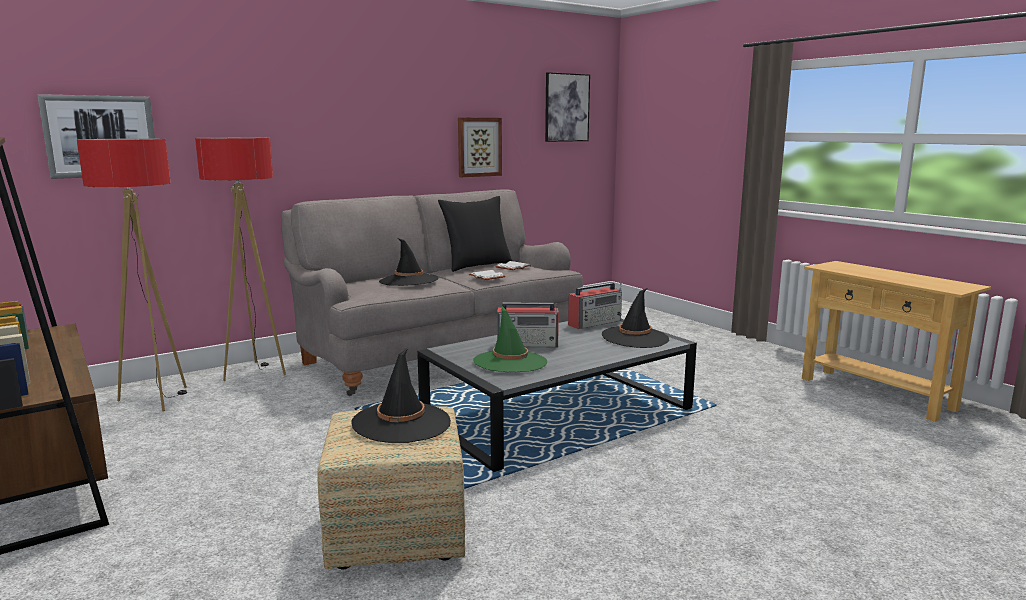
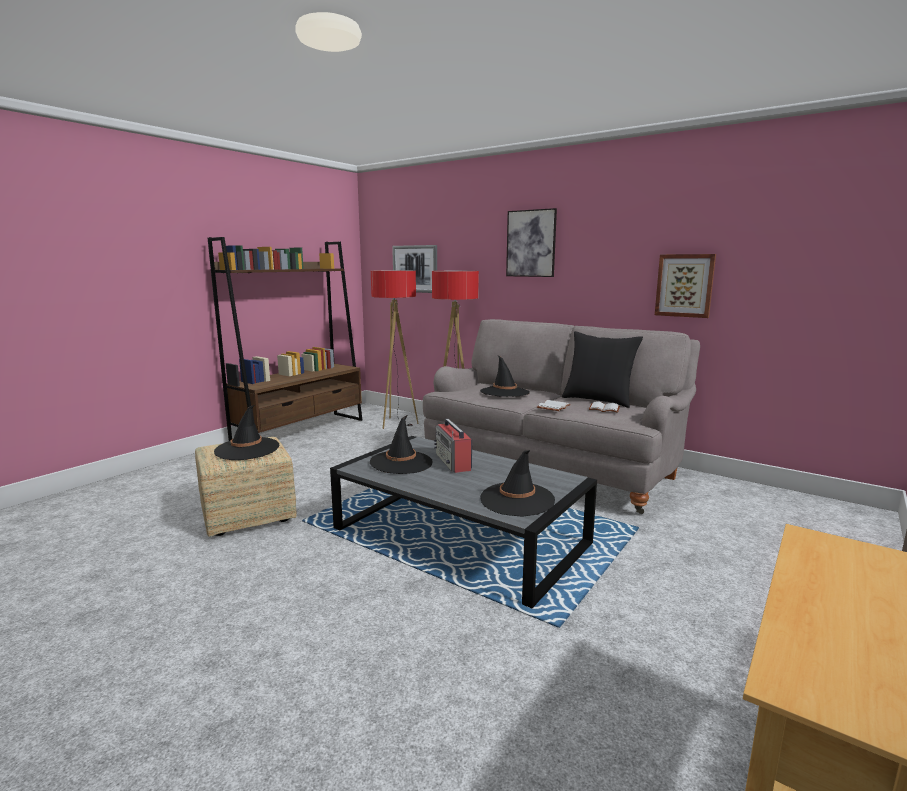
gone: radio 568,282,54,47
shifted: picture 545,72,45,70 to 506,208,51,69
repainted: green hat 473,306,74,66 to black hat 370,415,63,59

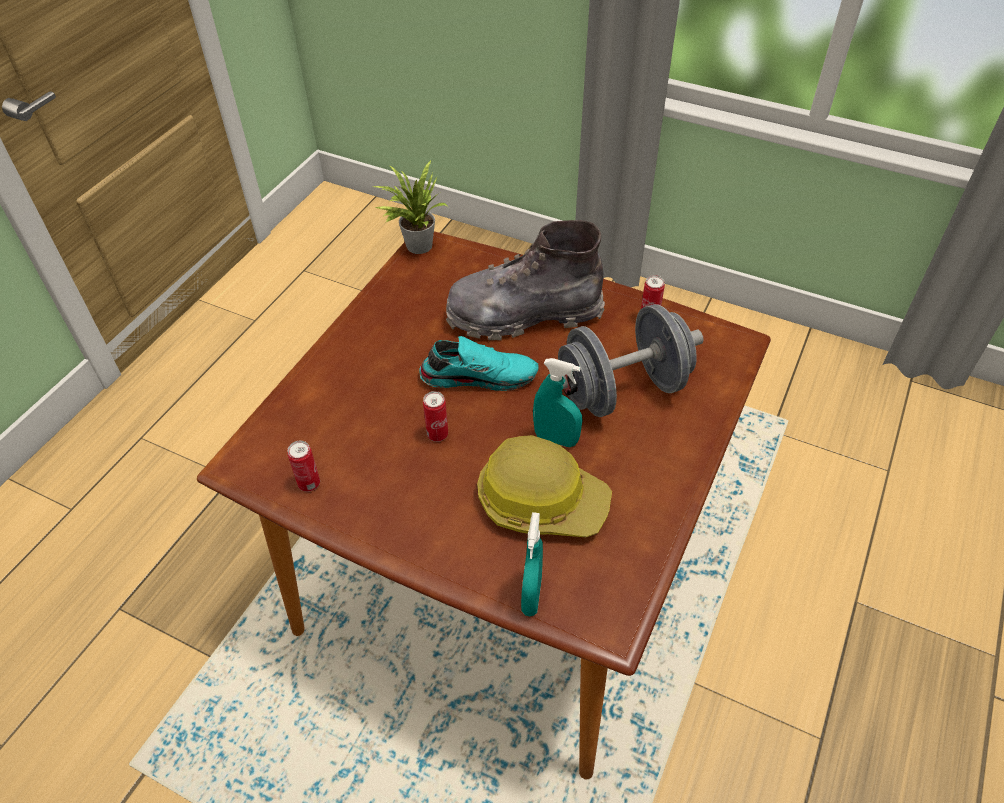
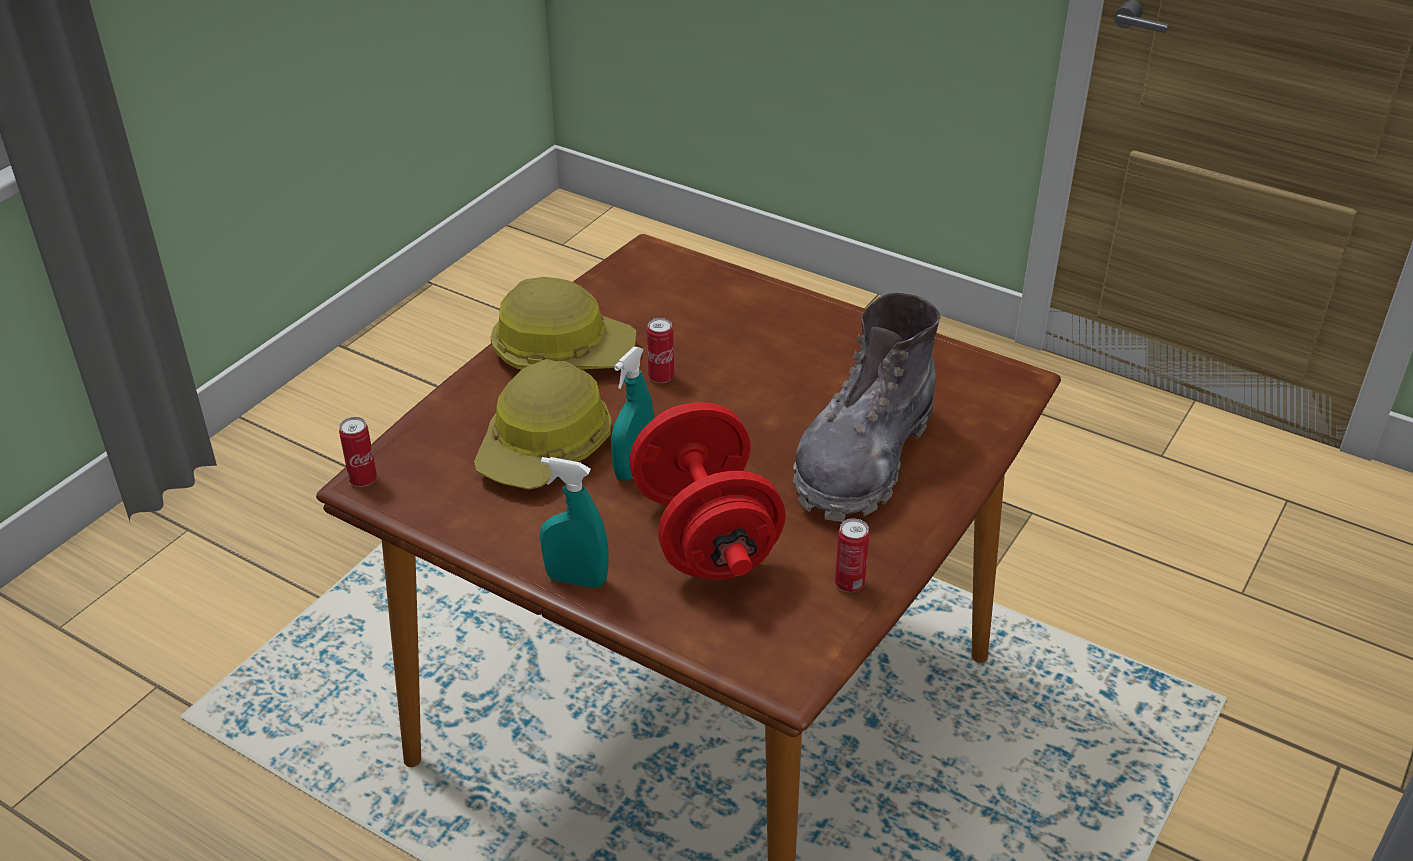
gone: potted plant 374,160,73,94; turquoise shoe 419,336,120,55
new: hard hat 491,277,146,92
shifted: can 287,441,33,51 to 339,417,38,70; turquoise spray bottle 521,512,22,104 to 540,457,68,131
repainted: grey dumbbell 558,304,146,113 to red dumbbell 629,402,157,177
rotated: grey boot 446,220,159,120 = 793,293,148,229 150 degrees counterclockwise

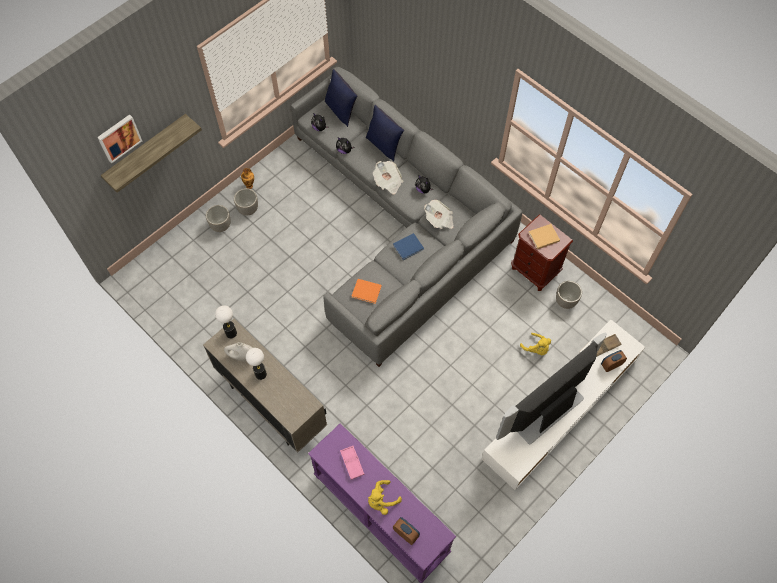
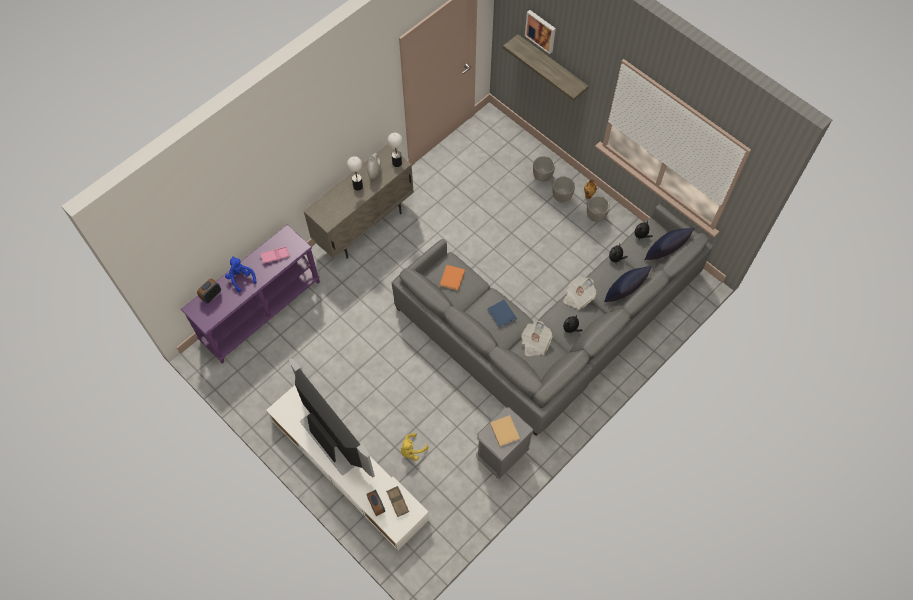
shifted: planter 556,281,26,28 to 587,196,23,26
repainted: yellow plush toy 368,480,34,35 to blue plush toy 225,256,32,36; brown nightstand 511,215,62,76 to grey nightstand 476,407,58,72

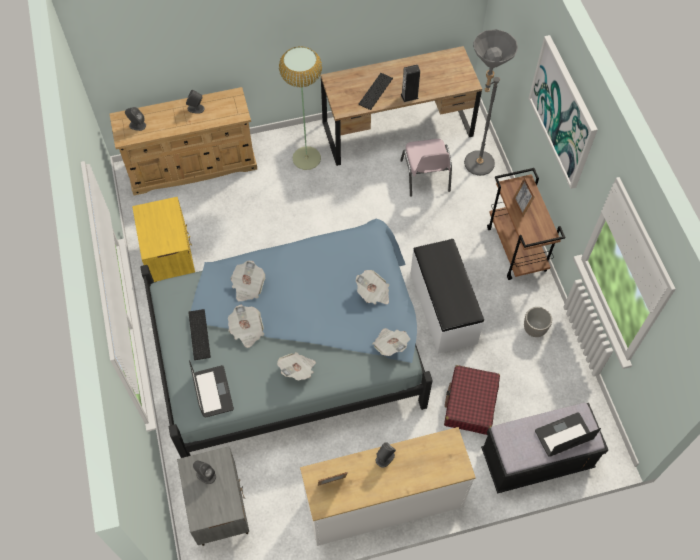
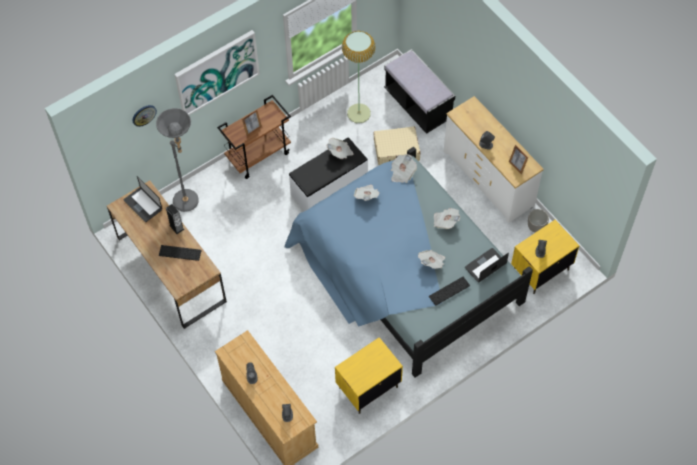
gone: pink chair 400,139,52,58
new: wall clock 132,105,25,22
shifted: laptop 535,412,66,45 to 124,176,38,46; newspaper 231,261,34,40 to 326,138,28,21; floor lamp 279,46,43,124 to 342,31,33,92; planter 524,307,28,30 to 528,209,21,24
repainted: red suitcase 444,365,56,70 to beige suitcase 373,126,47,39; grey nightstand 177,446,72,100 to yellow nightstand 511,220,69,74

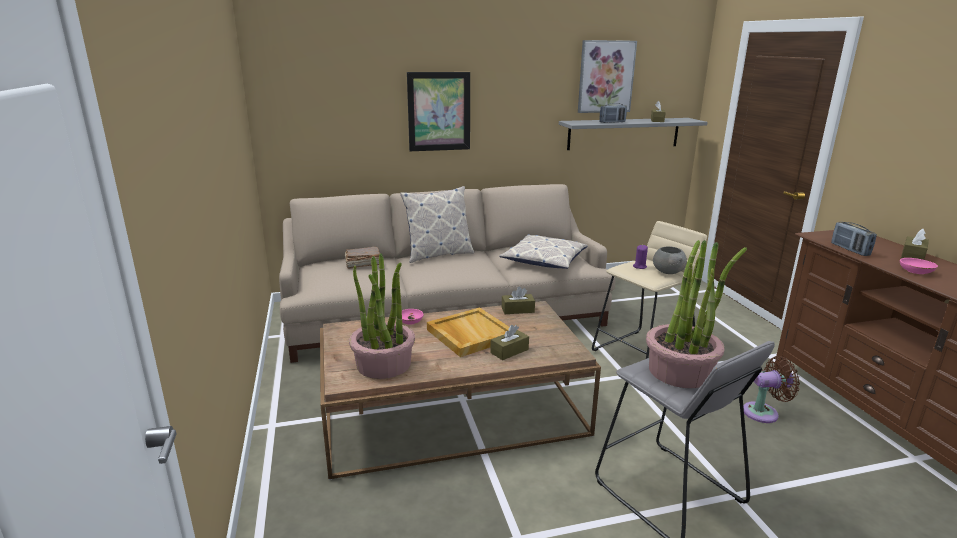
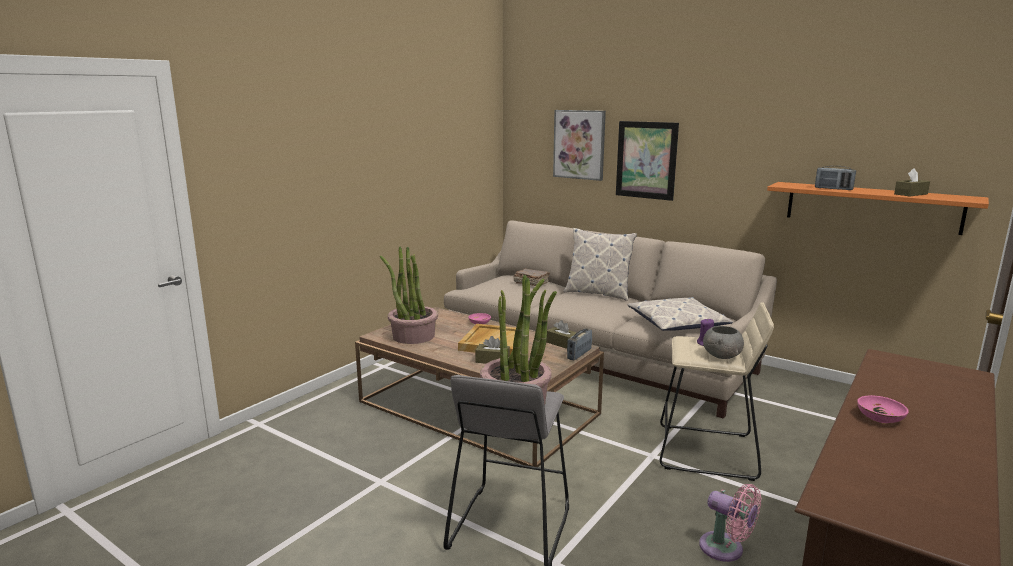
gone: brown tissue box 901,229,28,31
shifted: picture 578,40,59,73 to 553,110,53,71; radio 831,222,46,34 to 567,328,25,32
repainted: brown fan 743,356,57,67 to pink fan 699,484,63,78; grey shelf 559,118,149,32 to orange shelf 767,182,222,53

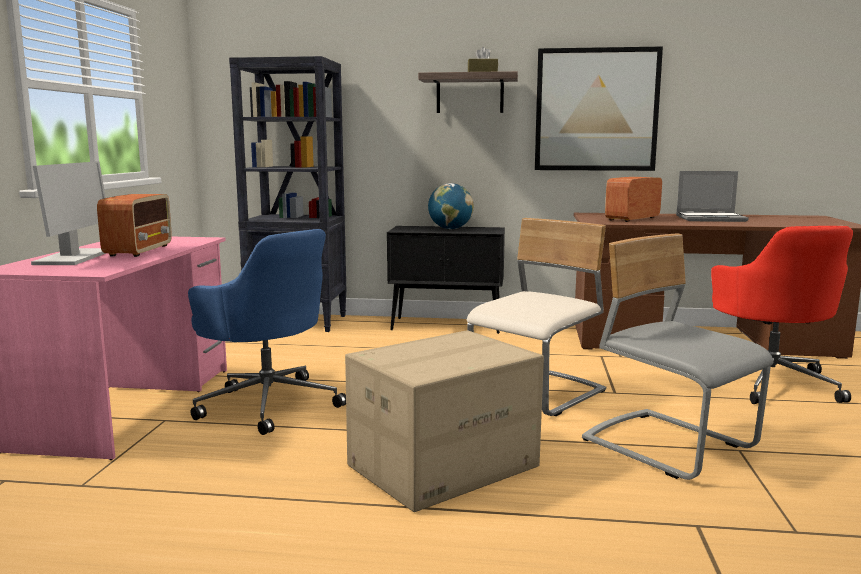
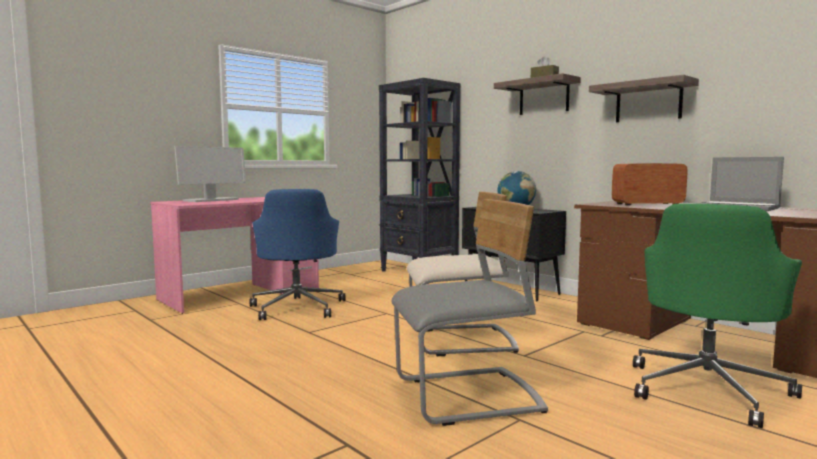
gone: radio 97,194,75,63; cardboard box 345,330,199,182
swapped: picture 535,47,128,124 to shelf 589,75,110,47
repainted: red office chair 711,226,142,178 to green office chair 633,203,169,225
rotated: grey chair 582,233,191,247 = 391,199,157,227 75 degrees clockwise

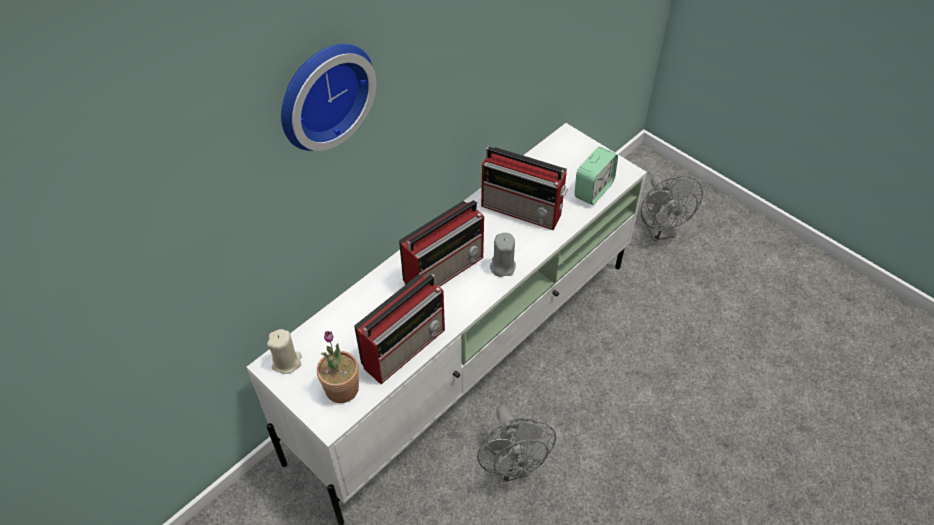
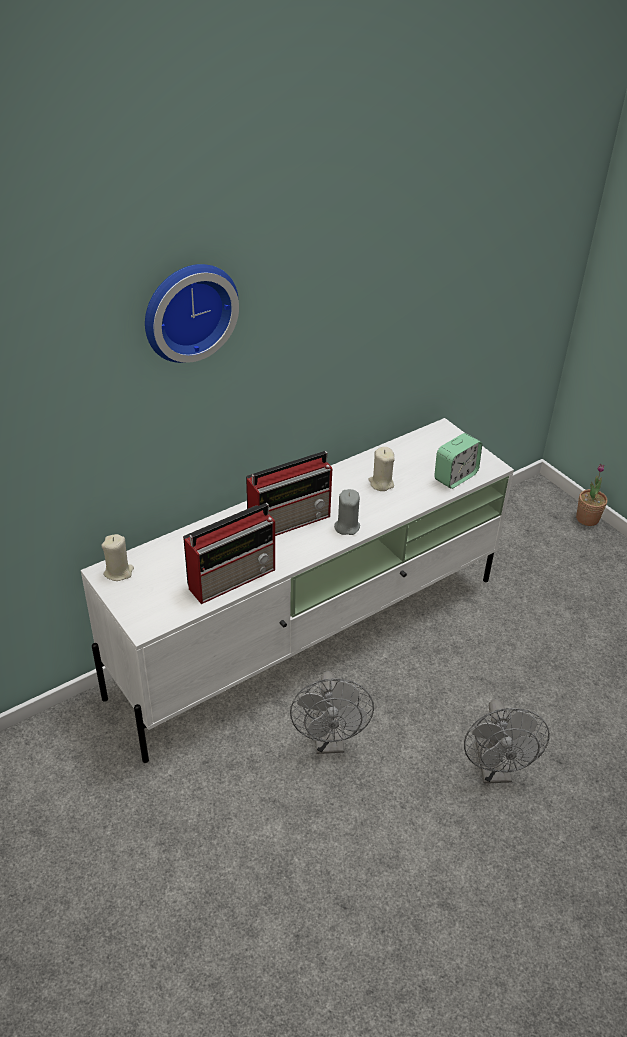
shifted: grey fan 641,176,62,65 to 464,699,86,84; potted plant 317,331,42,72 to 576,464,31,62
swapped: radio 481,147,87,83 to beige candle 368,447,27,44

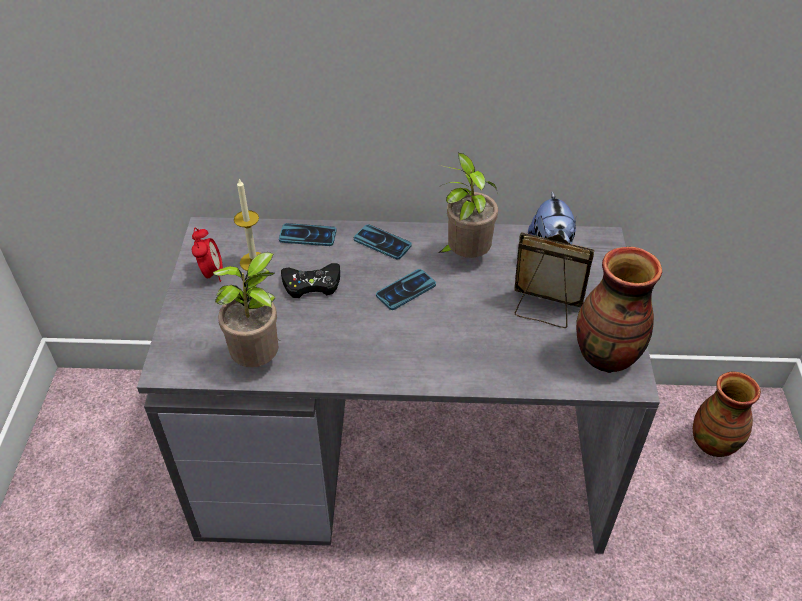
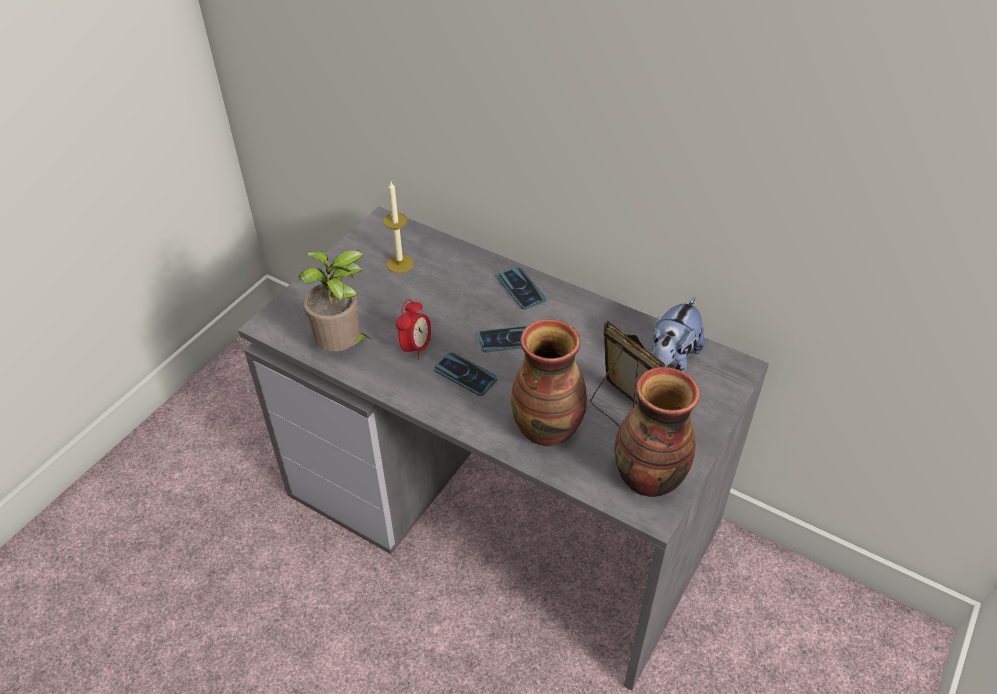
gone: black game controller 281,263,59,35; potted plant 438,153,60,105
shifted: alarm clock 192,227,31,55 to 396,299,35,61; phone 279,223,58,23 to 434,352,63,44; vase 693,371,68,86 to 511,319,76,128

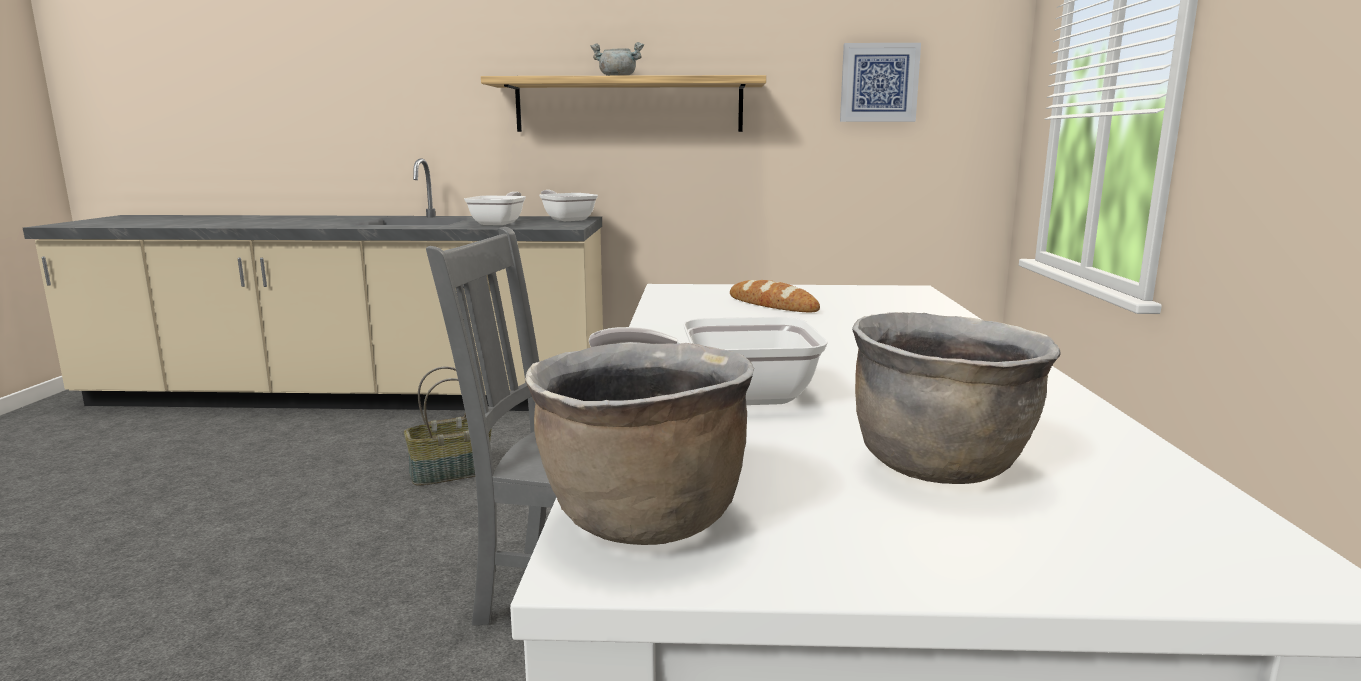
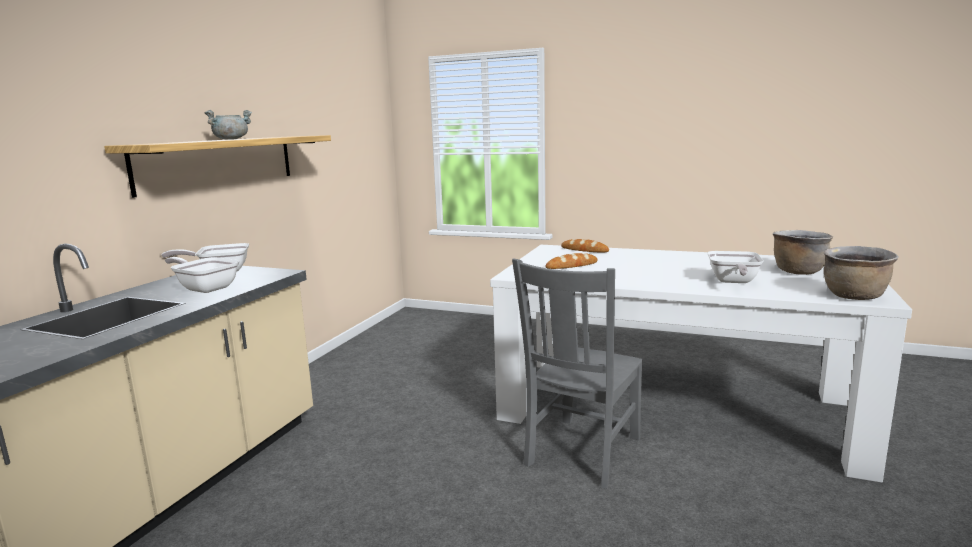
gone: basket 404,367,88,118; picture 840,43,81,79
new: bread 561,239,48,14

